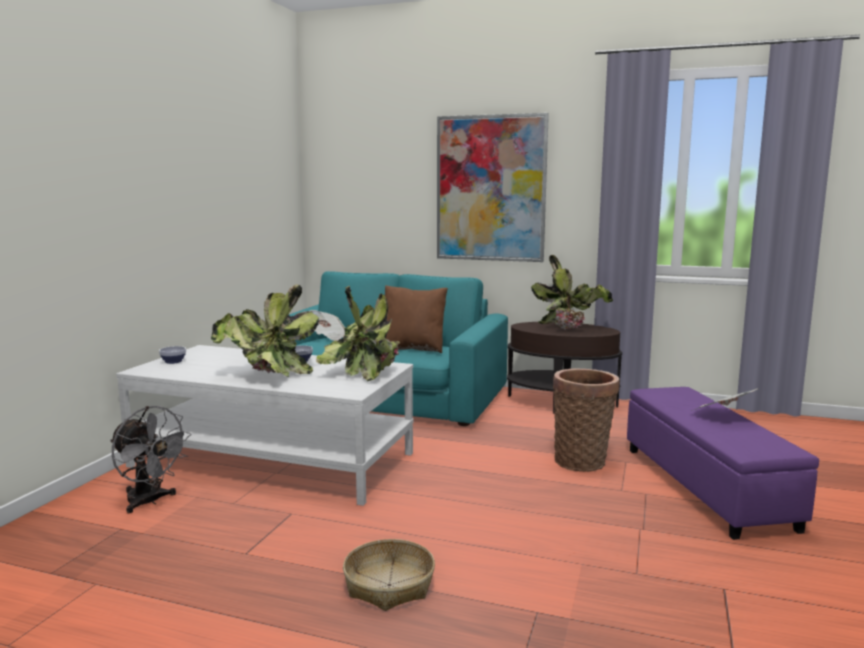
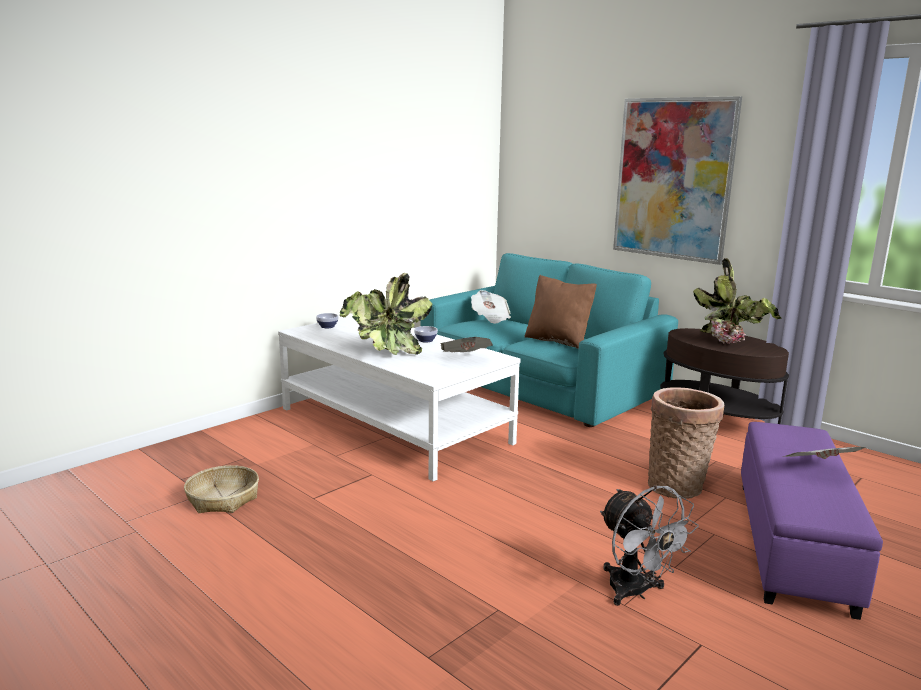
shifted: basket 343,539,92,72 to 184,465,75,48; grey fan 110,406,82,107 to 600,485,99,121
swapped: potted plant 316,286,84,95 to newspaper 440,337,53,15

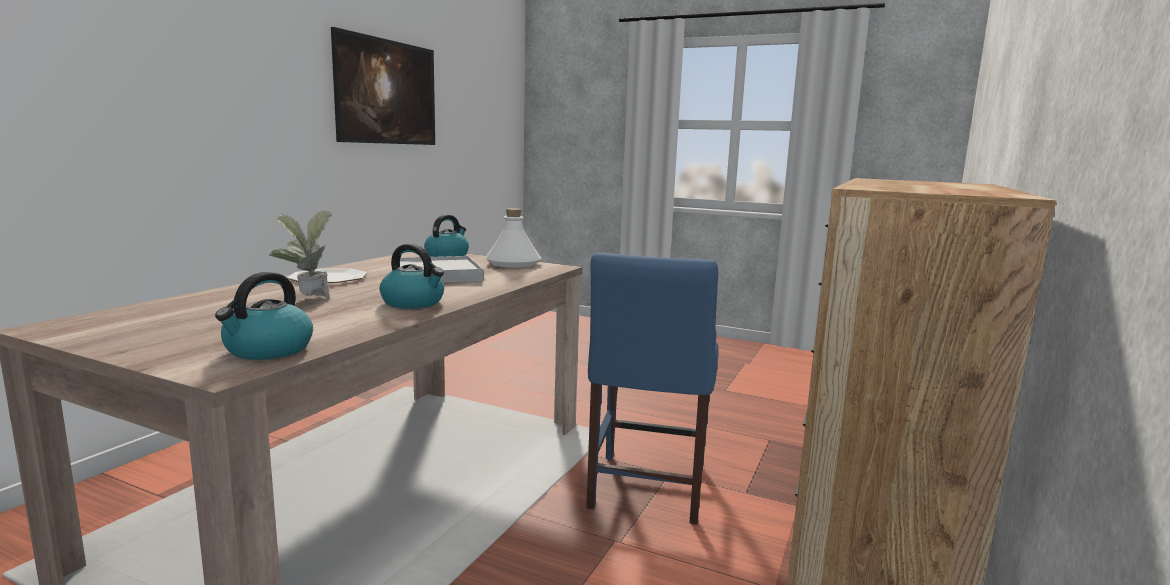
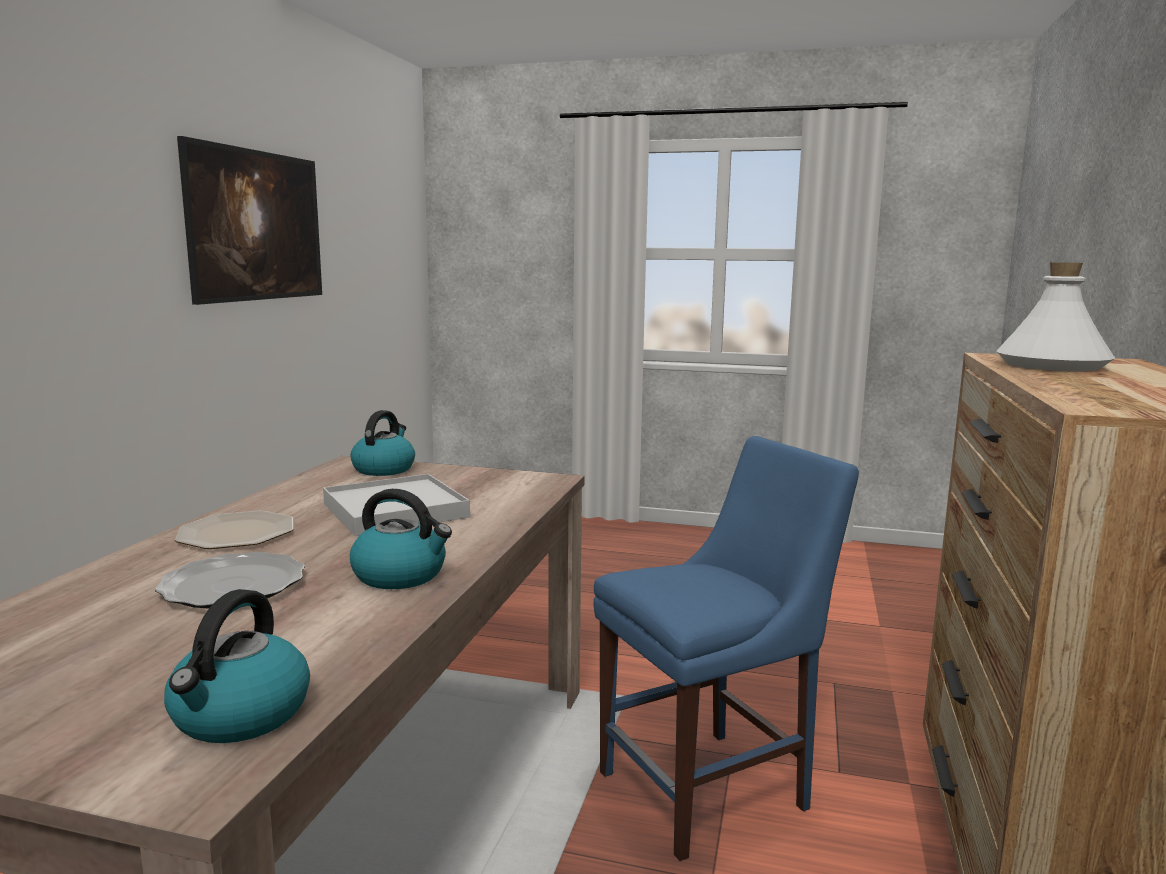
shifted: white bottle 485,208,56,60 to 997,262,118,109
swapped: potted plant 269,211,63,88 to plate 154,552,151,57
rotated: blue chair 586,252,133,273 = 593,436,266,425 120 degrees counterclockwise

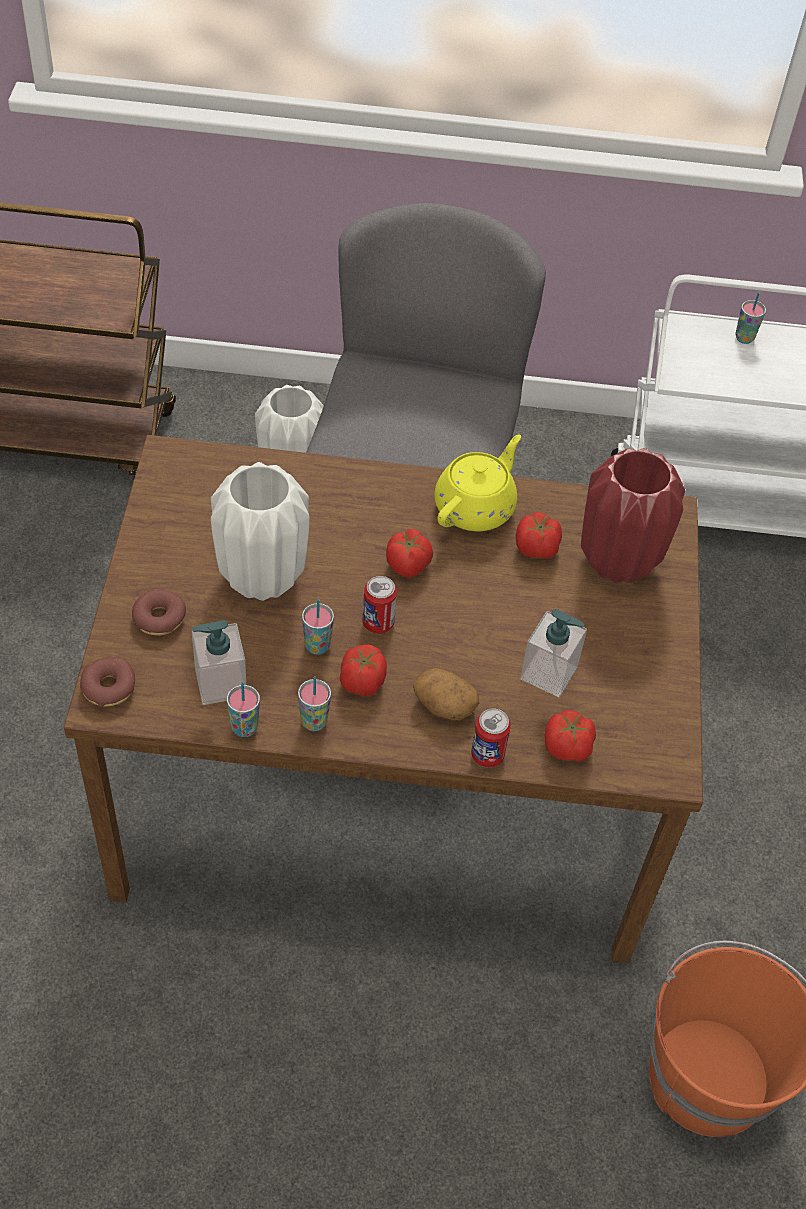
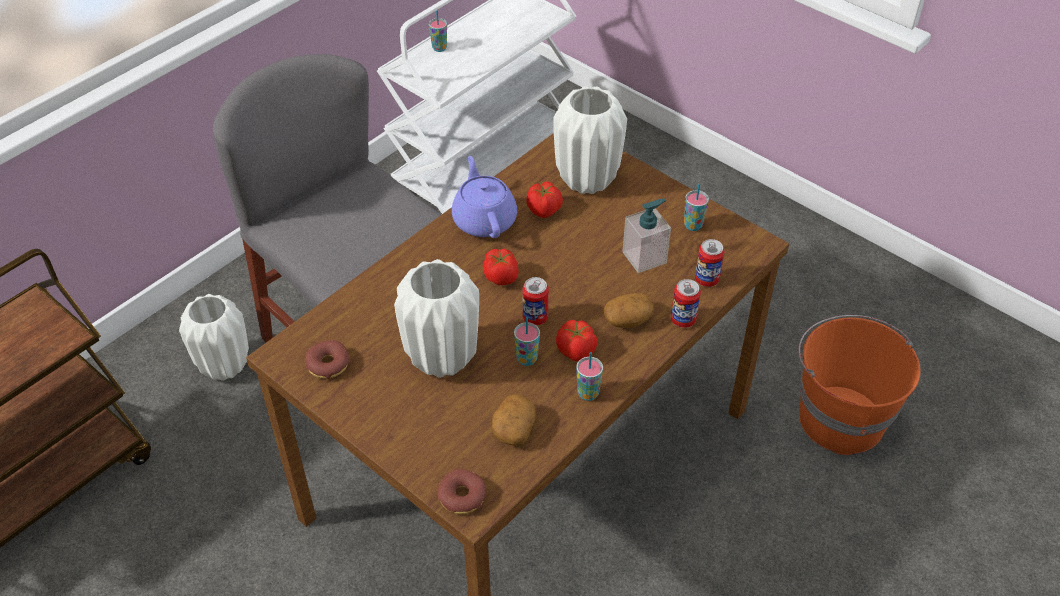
shifted: donut 132,589,54,47 to 305,340,45,39; cup 227,682,33,55 to 684,183,25,48
swapped: soap dispenser 192,620,54,85 to potato 492,394,44,52; tomato 545,710,51,51 to can 695,239,30,48
repainted: yellow teapot 434,434,87,97 to purple teapot 452,156,65,82; red vase 581,448,104,135 to white vase 553,86,74,108

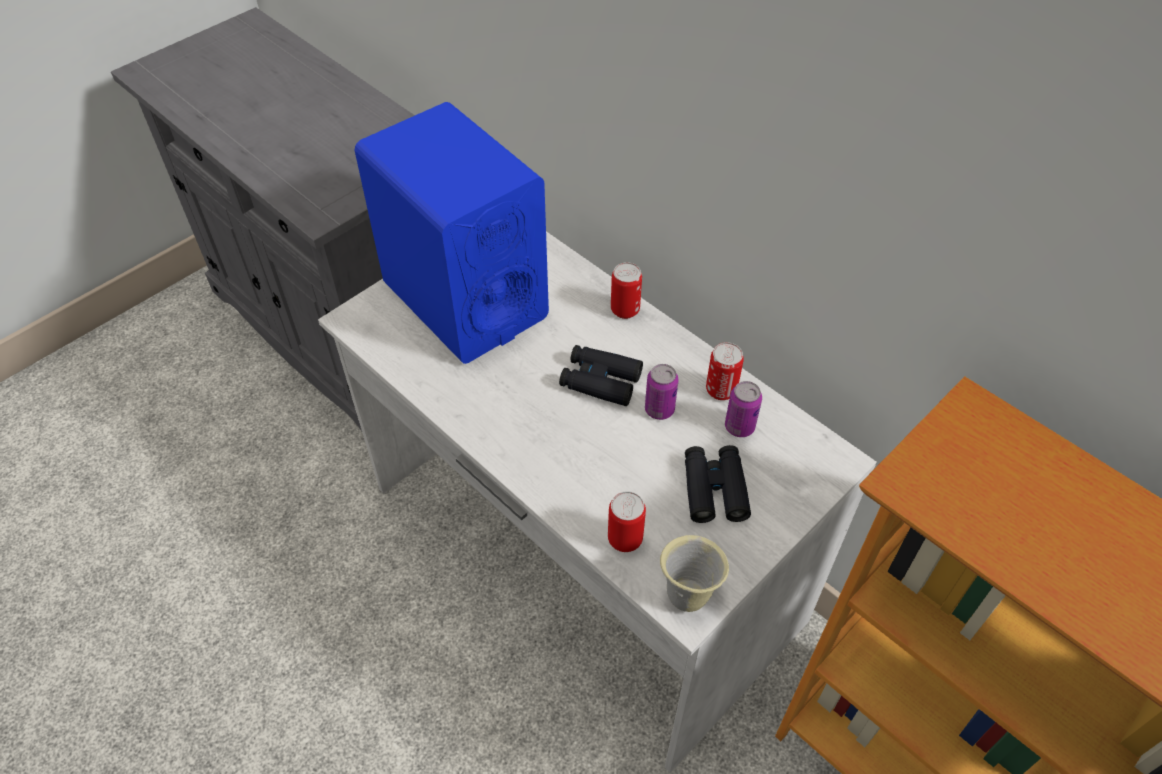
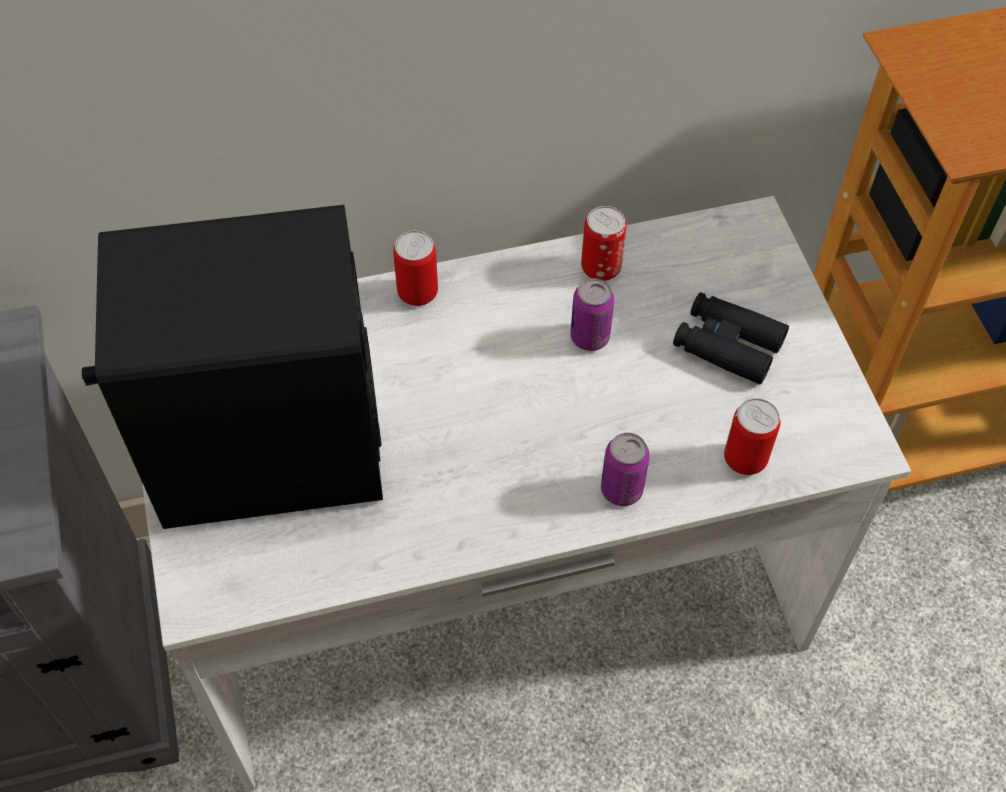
gone: black binoculars 559,345,84,61; beige mug 660,535,69,77
shifted: can 725,381,37,56 to 601,433,49,73
repainted: blue speaker 355,102,194,262 to black speaker 82,205,301,324

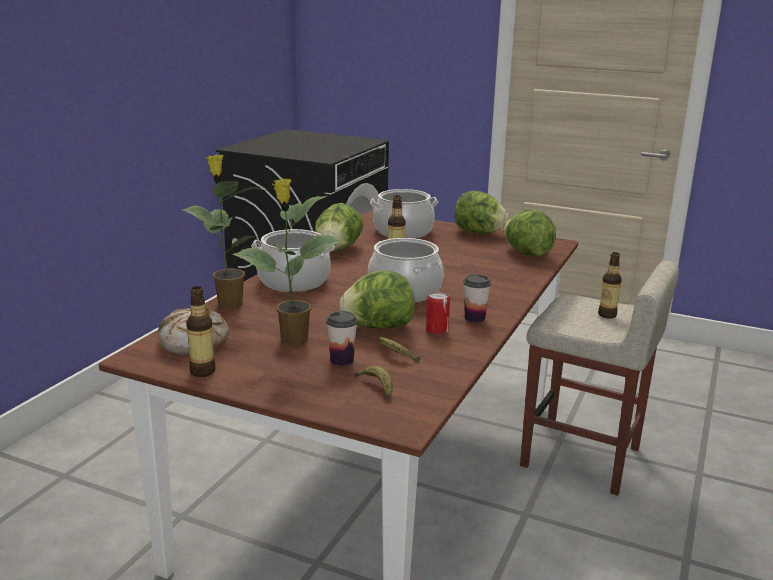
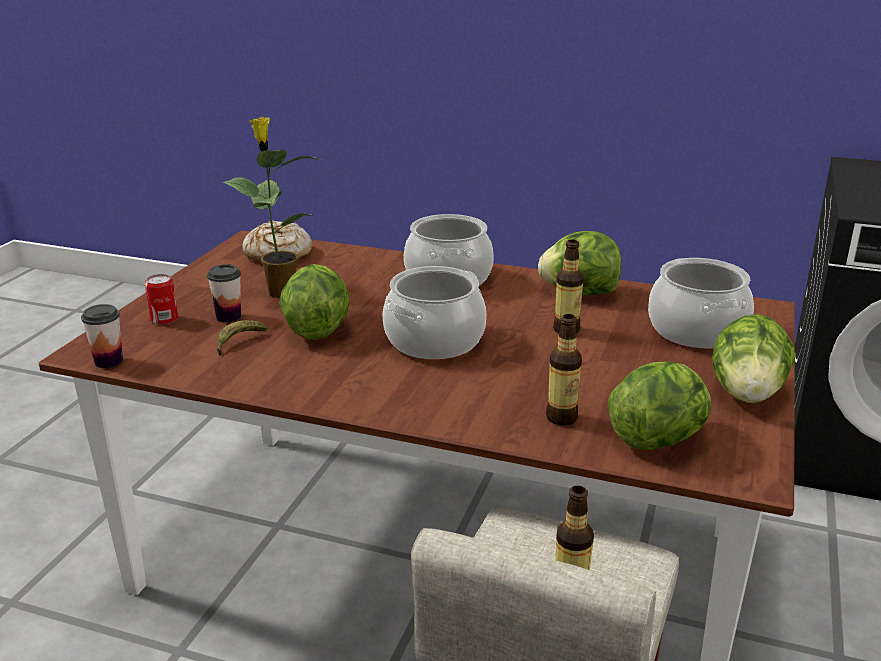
gone: potted plant 182,155,82,154; banana 354,366,39,31
shifted: cup 463,274,28,49 to 81,304,42,64; can 426,291,24,44 to 145,274,33,51; bottle 186,286,29,91 to 546,314,36,112

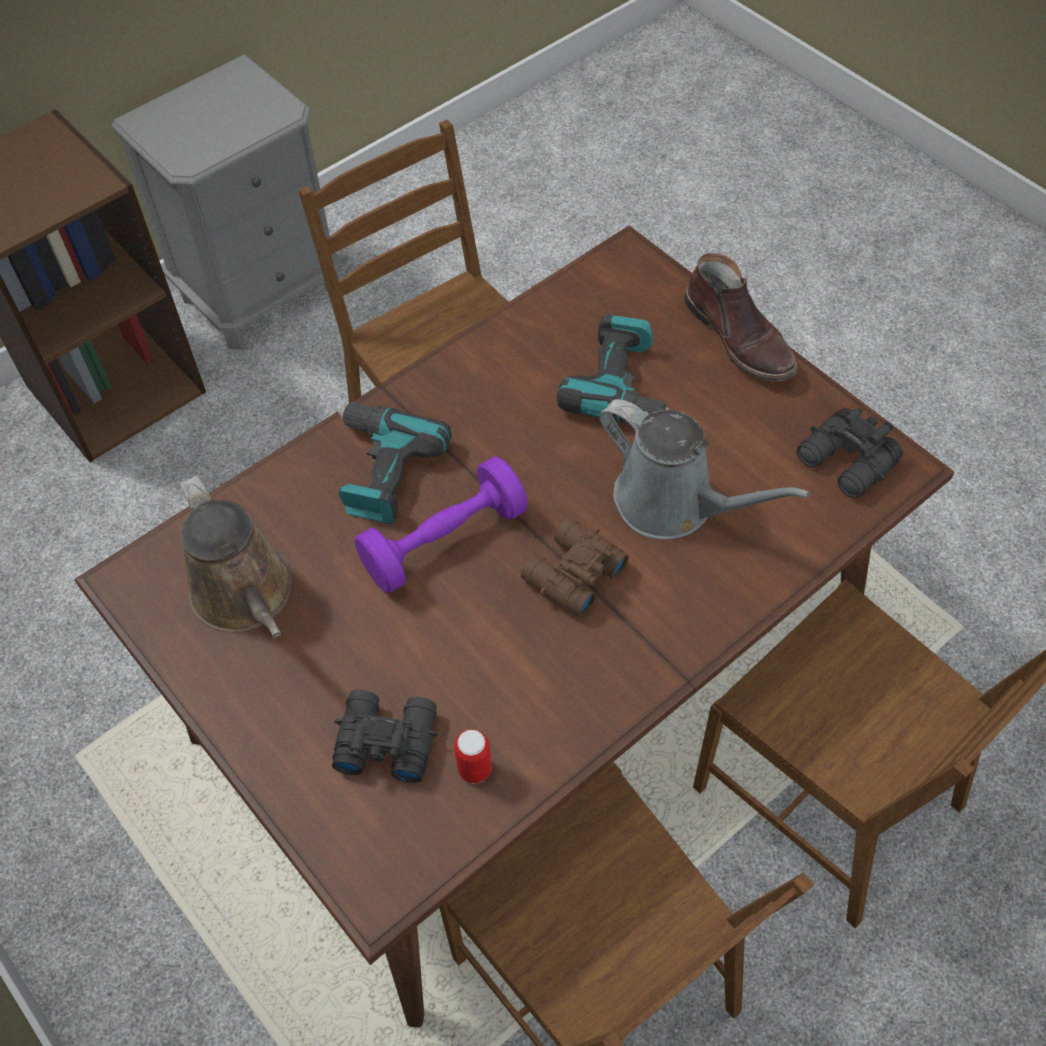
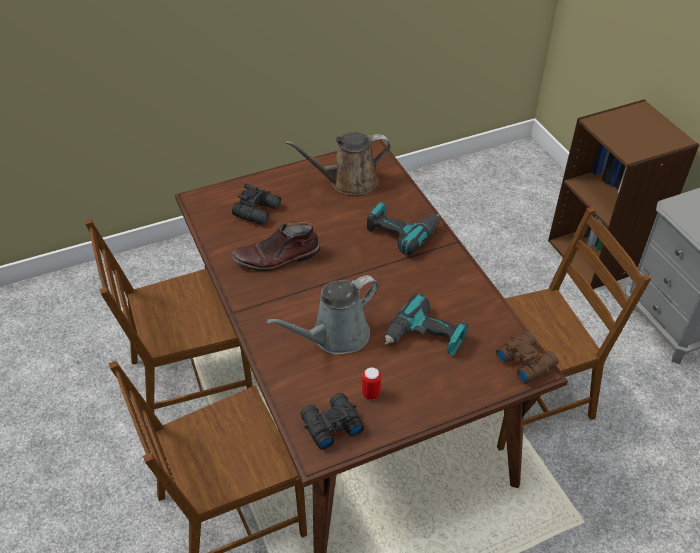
gone: purple dumbbell 355,456,173,137
shifted: brown boot 684,253,113,129 to 231,221,89,50; can 454,729,38,55 to 362,367,19,33; brown binoculars 521,518,108,99 to 496,331,62,53

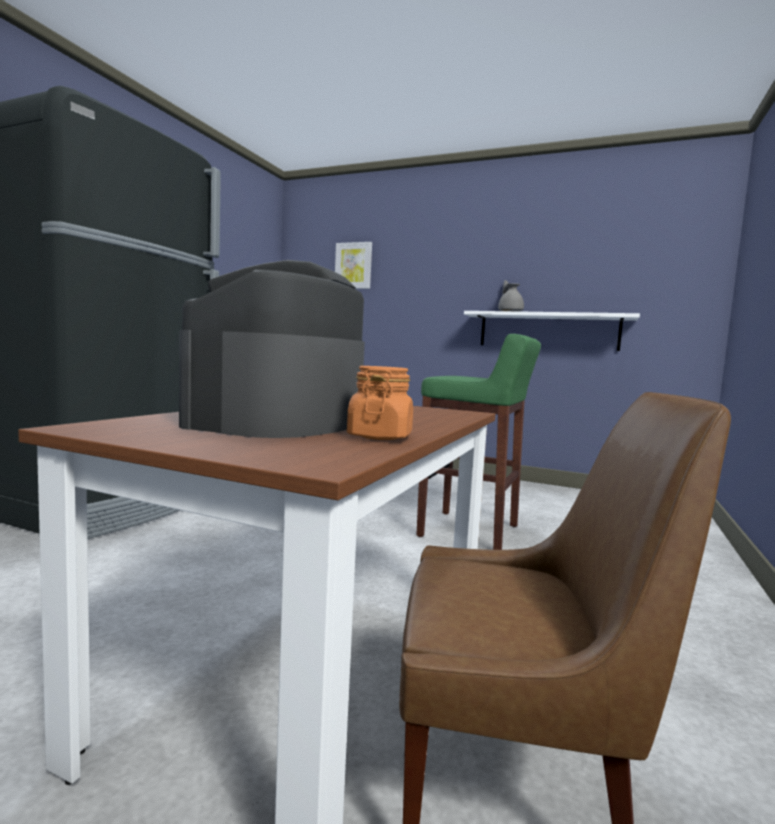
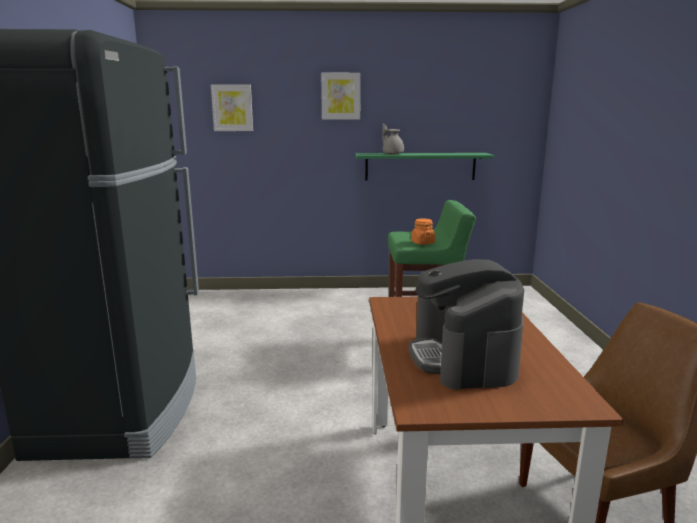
new: picture 321,73,40,47
shifted: orange jar 347,366,66,74 to 411,219,24,26
repainted: white shelf 464,311,176,40 to green shelf 355,153,139,27

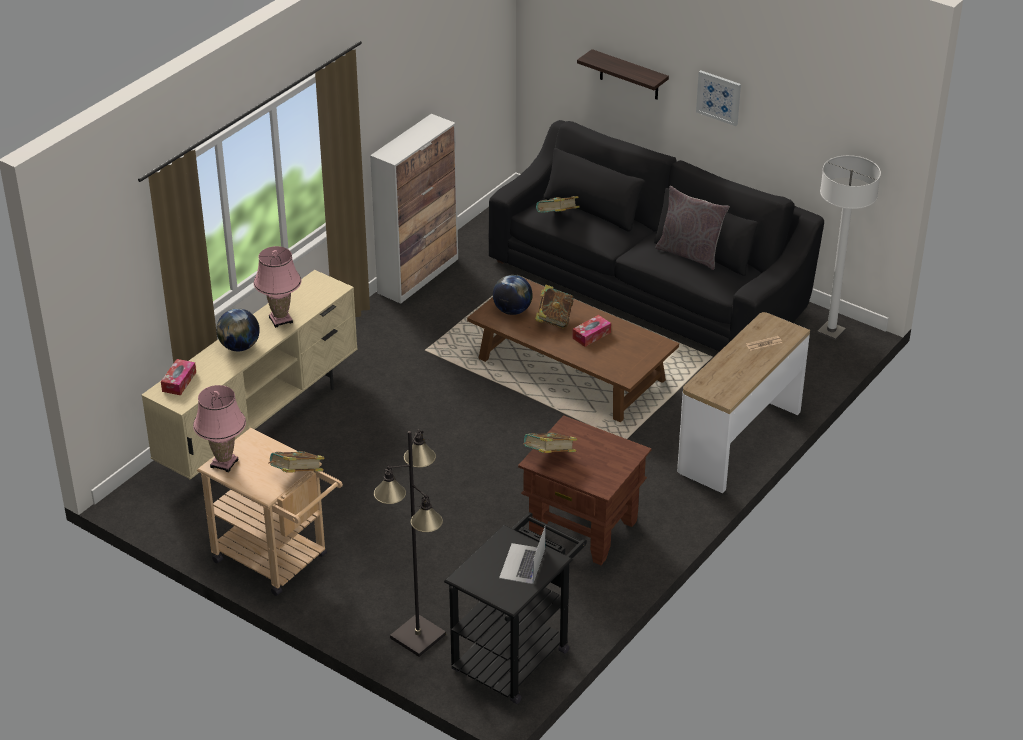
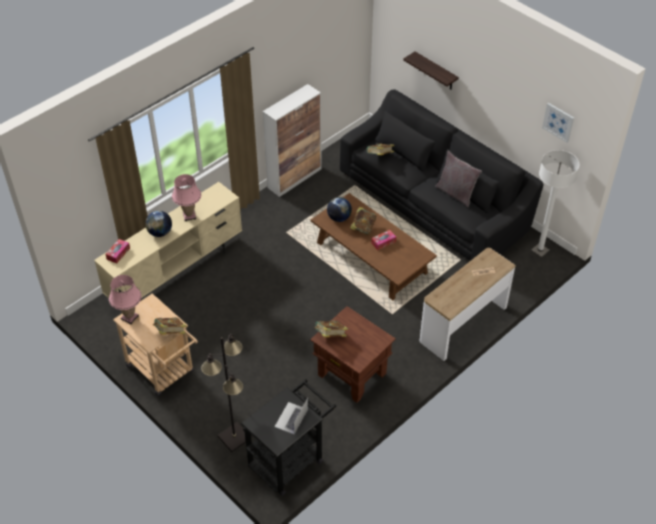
shifted: picture 696,70,45,56 to 542,103,32,40

